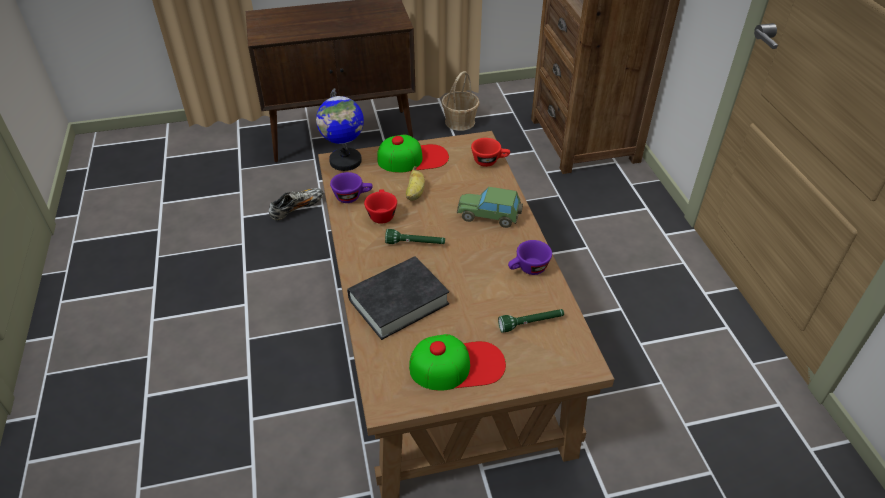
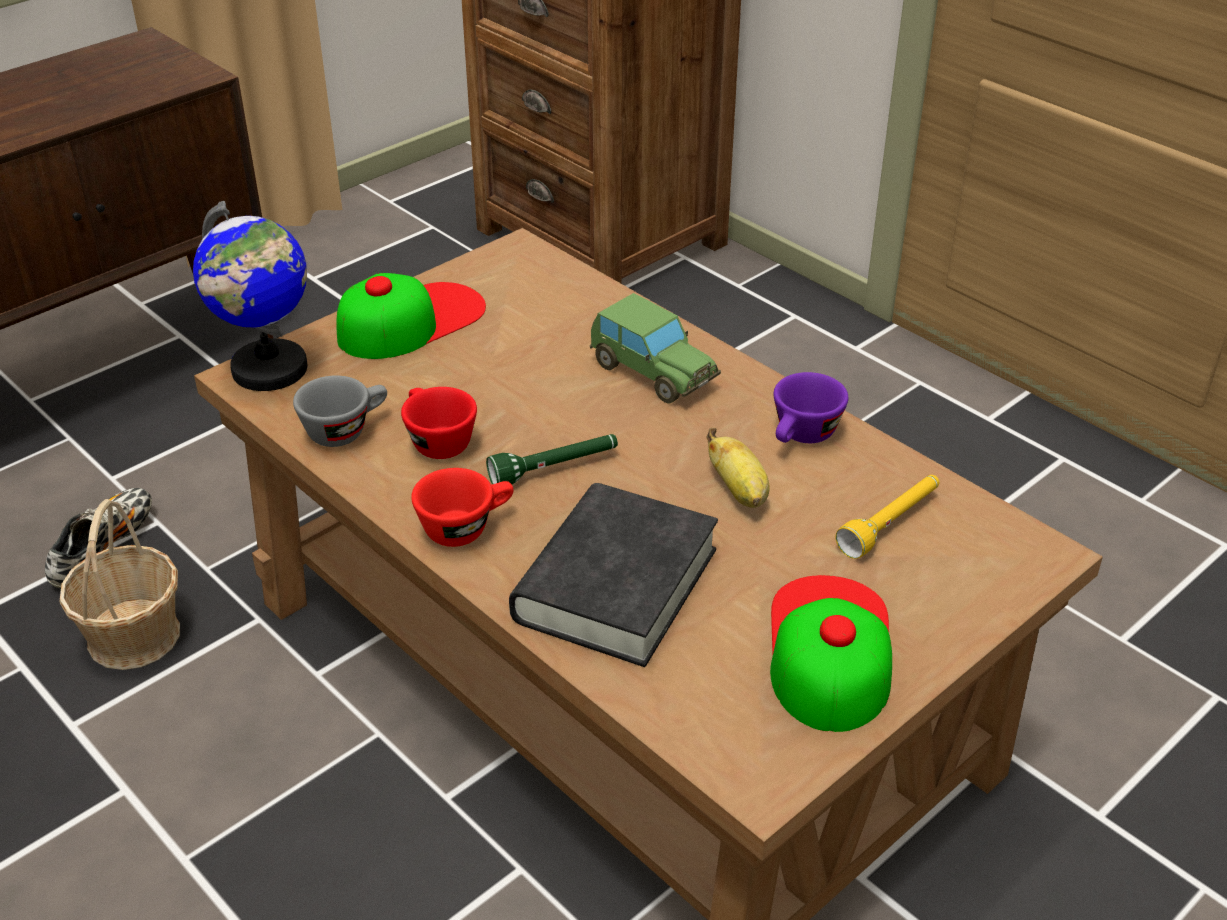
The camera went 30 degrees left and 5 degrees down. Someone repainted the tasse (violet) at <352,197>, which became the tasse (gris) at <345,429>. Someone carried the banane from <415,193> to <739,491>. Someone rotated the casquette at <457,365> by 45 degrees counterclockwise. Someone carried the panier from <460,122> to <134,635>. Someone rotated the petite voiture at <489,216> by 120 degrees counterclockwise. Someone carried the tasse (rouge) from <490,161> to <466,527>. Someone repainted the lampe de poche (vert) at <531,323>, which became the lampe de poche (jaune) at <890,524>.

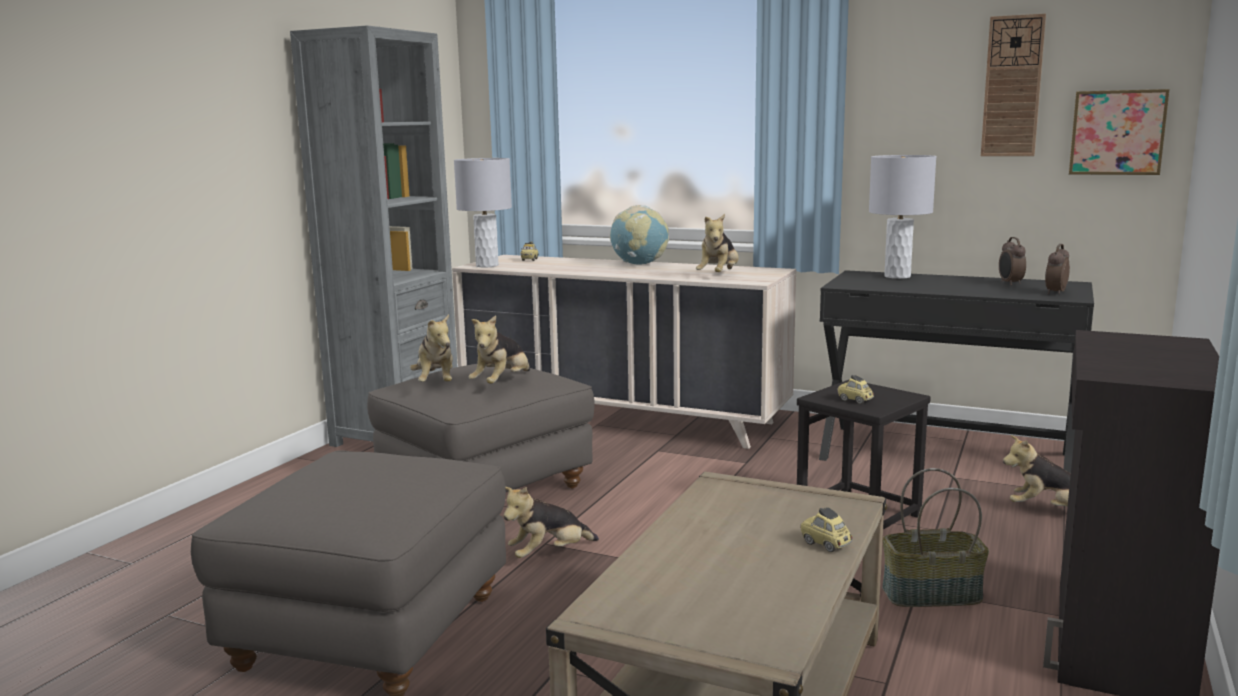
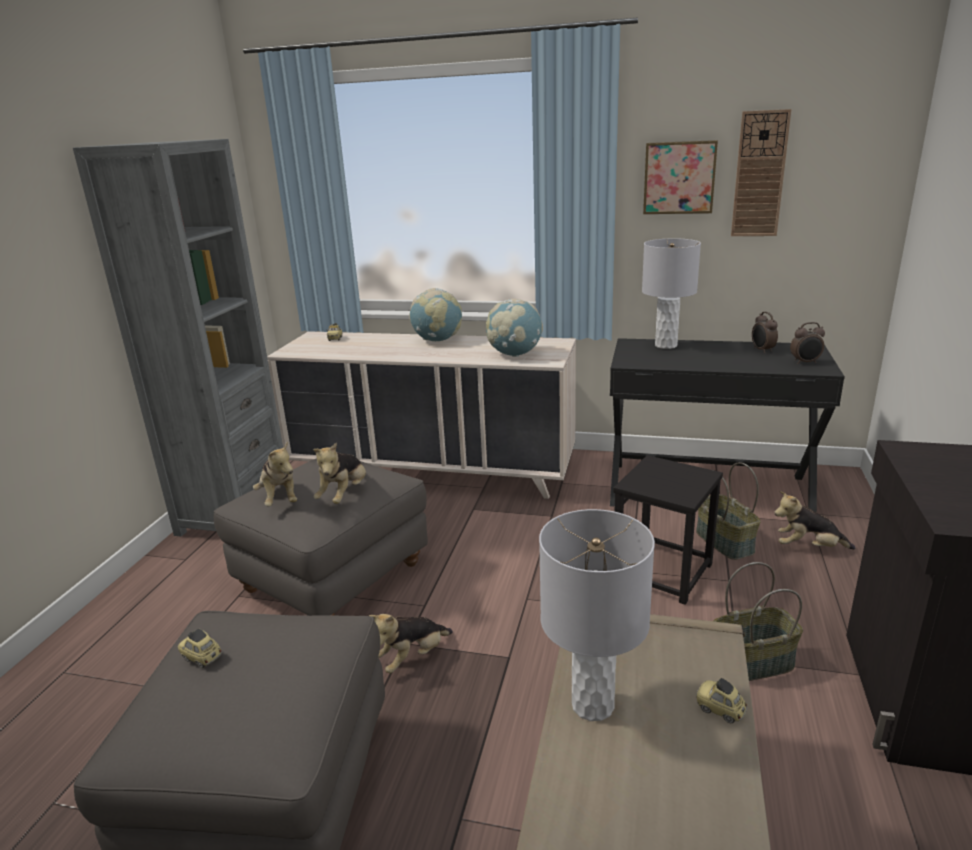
The camera went 10 degrees left and 10 degrees up. Someone carried the lampe de table (gris) from <487,265> to <593,704>. Someone swapped the peluche at <718,275> for the globe at <514,354>. Someone carried the petite voiture from <855,400> to <202,657>. Someone rotated the réveil at <1054,293> by 120 degrees counterclockwise. Someone carried the tableau from <1117,132> to <679,177>. Someone put down the panier at <725,542>.

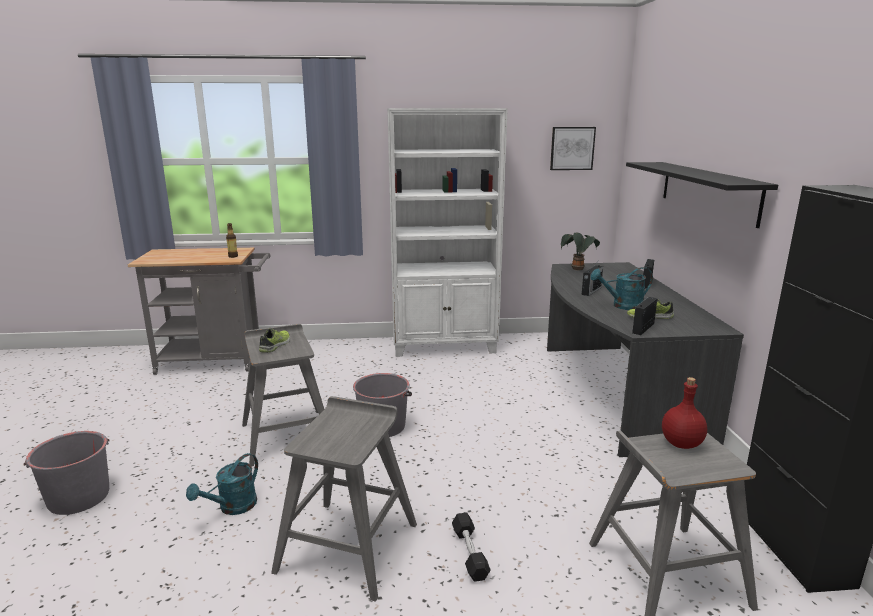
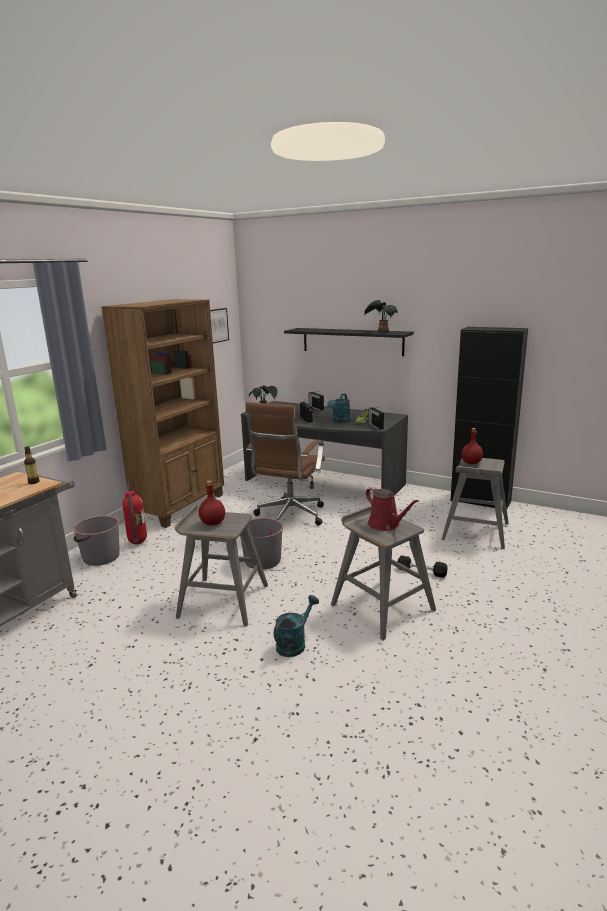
The camera went 55 degrees left and 0 degrees up. Someone carried the seau (gris) from <78,497> to <100,557>. Someone rotated the arrosoir (turquoise) at <232,507> by 120 degrees counterclockwise. Someone swapped the chaussure at <276,345> for the bouteille (rouge) at <213,523>. Someone repainted the bibliothèque (blanc) at <445,345>, which became the bibliothèque (marron) at <181,506>. Someone put down the extincteur at <137,543>. Someone put down the chaise de bureau (marron) at <289,517>. Someone put down the plante en pot at <382,332>. Someone put down the arrosoir (rouge) at <386,525>.

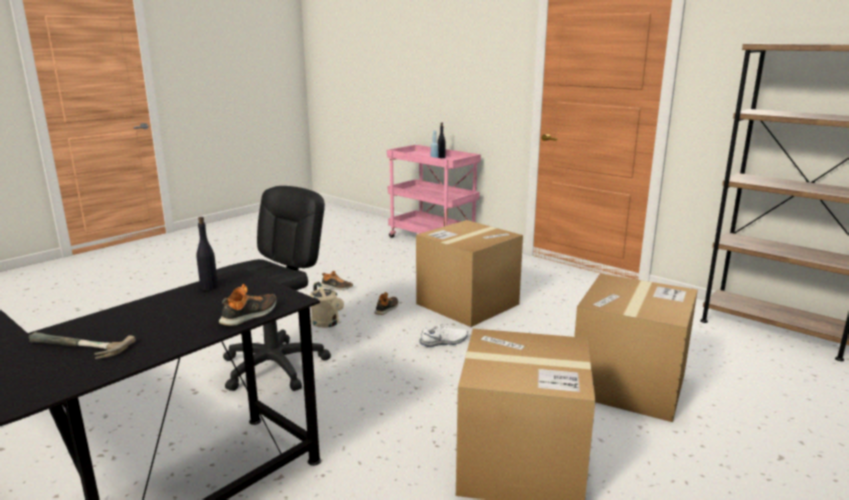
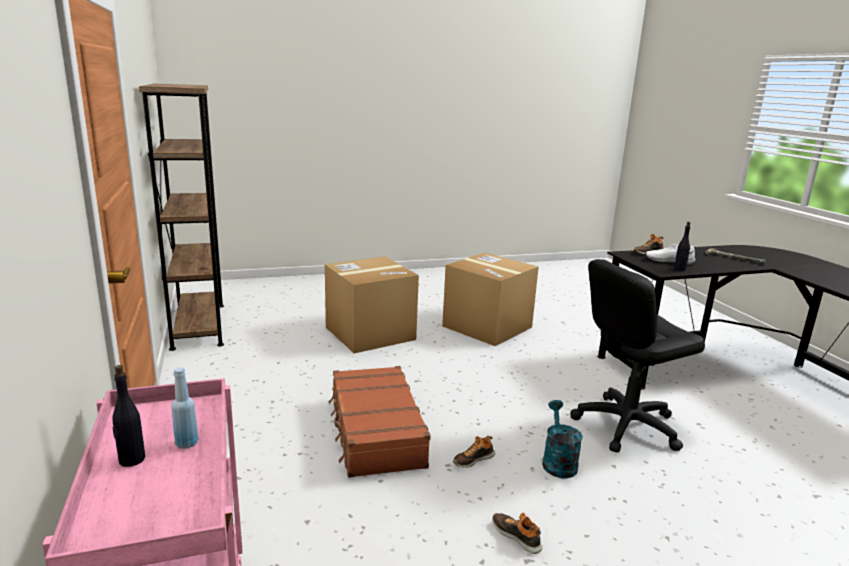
The camera went 150 degrees left and 0 degrees up. Someone repainted the arrosoir (beige) at <327,323>, which became the arrosoir (turquoise) at <558,461>. Someone swapped the carton at <467,304> for the valise (marron) at <375,432>. Someone carried the chaussure (blanc) from <444,342> to <668,261>.

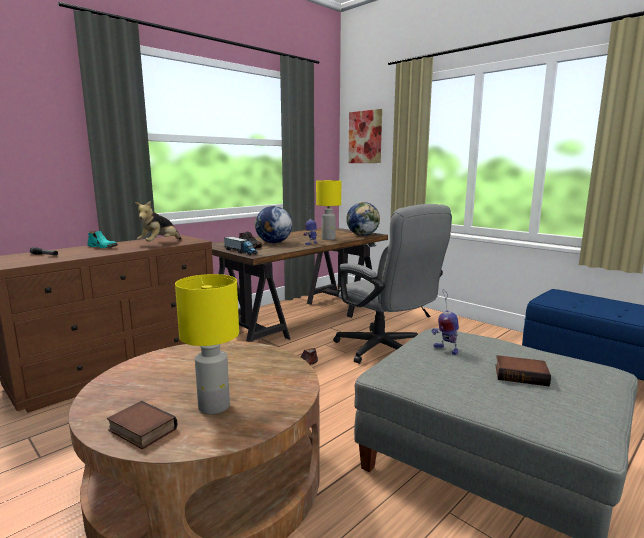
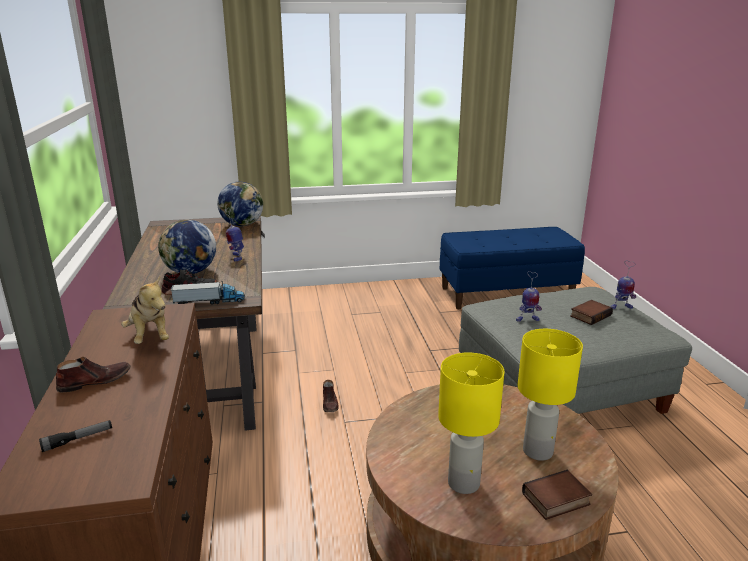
The camera went 55 degrees left and 10 degrees up. Someone repainted the chaussure (turquoise) at <103,247>, which became the chaussure (marron) at <95,381>. Someone carried the lampe de table (jaune) from <328,239> to <463,483>. Someone took away the chaise de bureau (gris) at <386,351>. Someone took away the tableau at <365,137>. Someone put down the robot jouet at <620,307>.

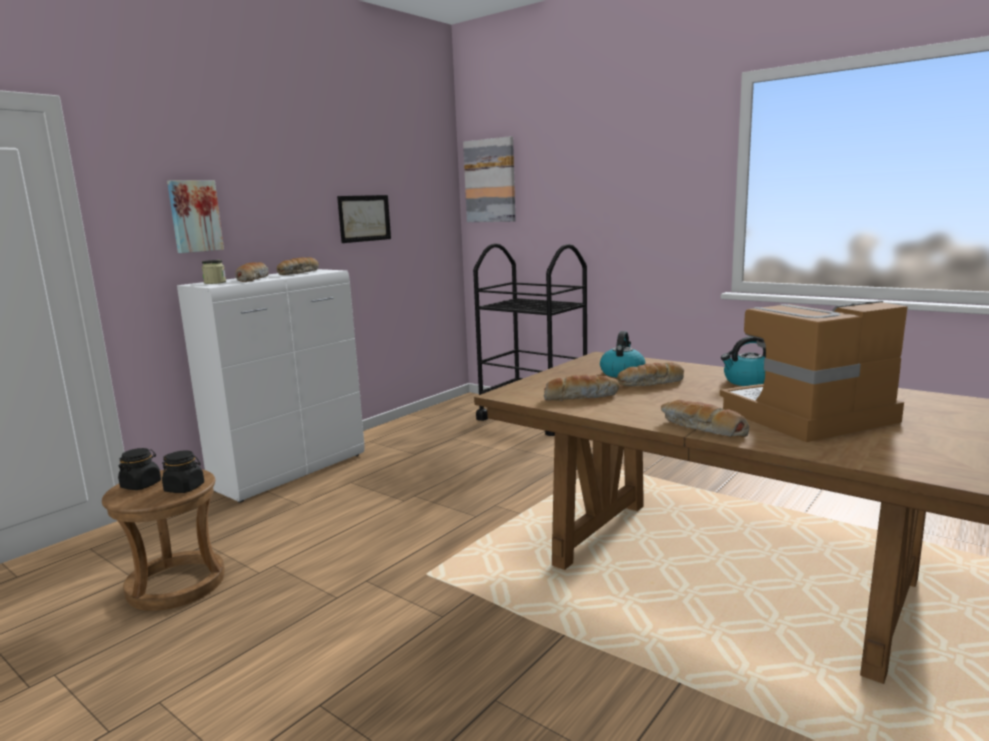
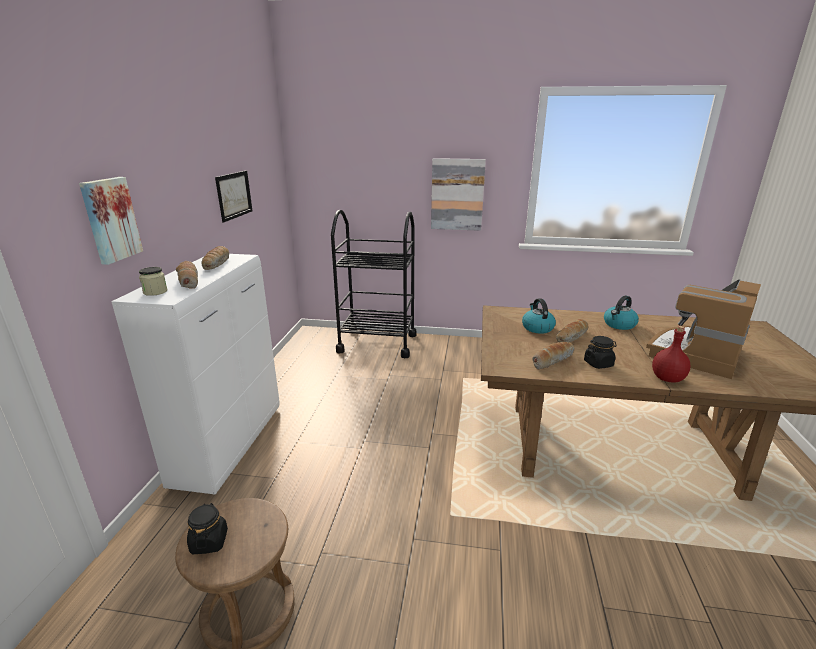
The camera went 30 degrees left and 10 degrees up. Someone carried the bocal (noir) from <185,488> to <598,363>. Someone carried the tableau from <490,181> to <457,194>. Someone swapped the pain at <701,428> for the bouteille (rouge) at <667,379>.

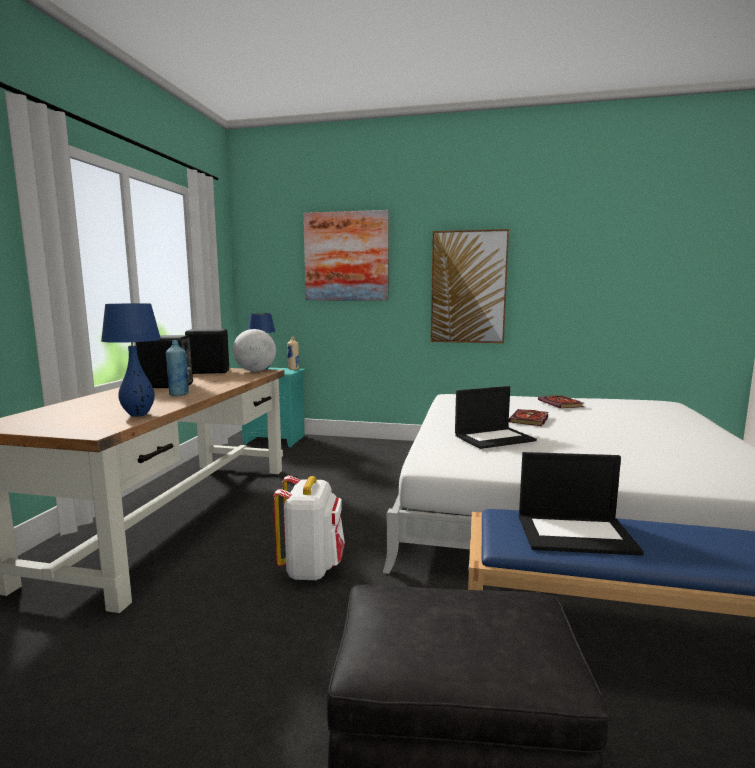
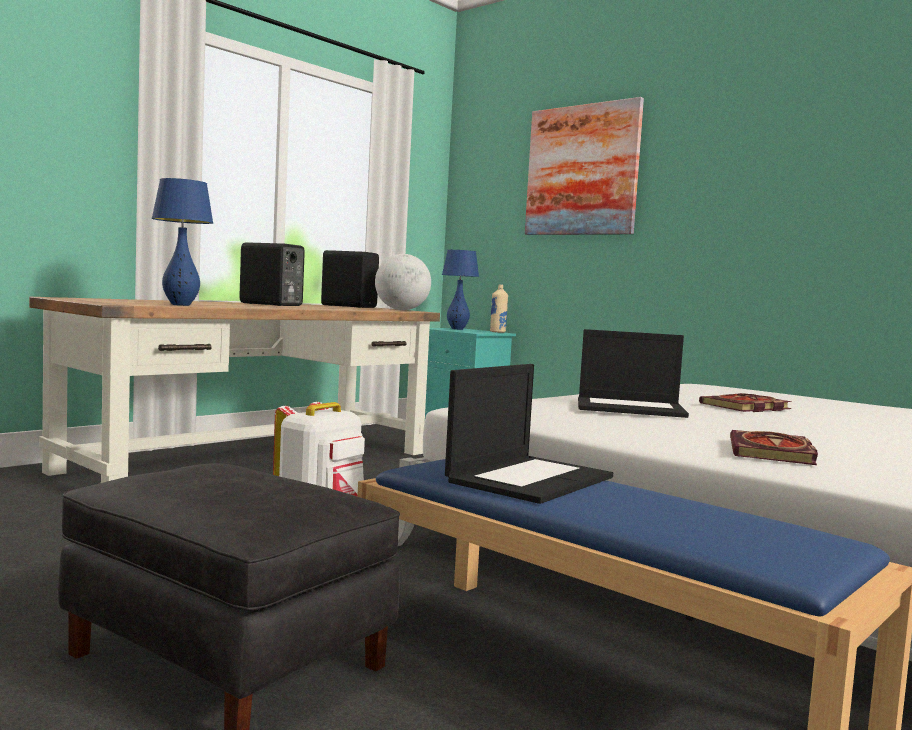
The camera went 30 degrees right and 5 degrees down. Someone took away the bouteille (bleu) at <179,394>. Someone took away the tableau at <468,287>. Someone rotated the ordinateur portable at <576,533> by 90 degrees counterclockwise. Someone carried the livre from <561,404> to <773,453>.

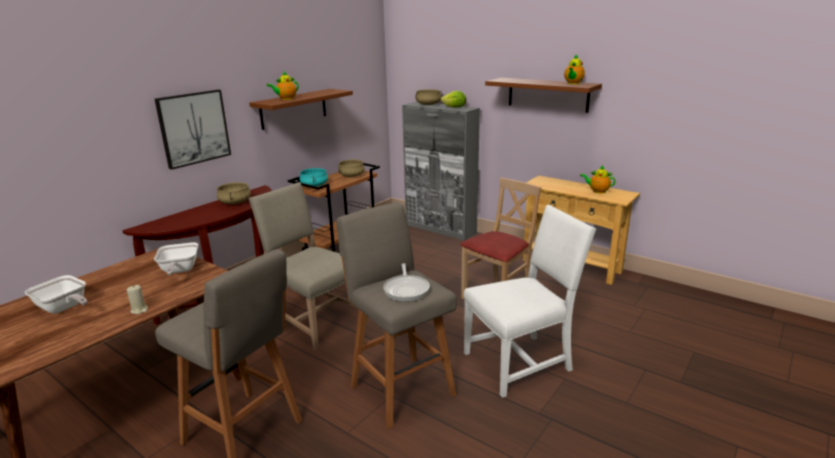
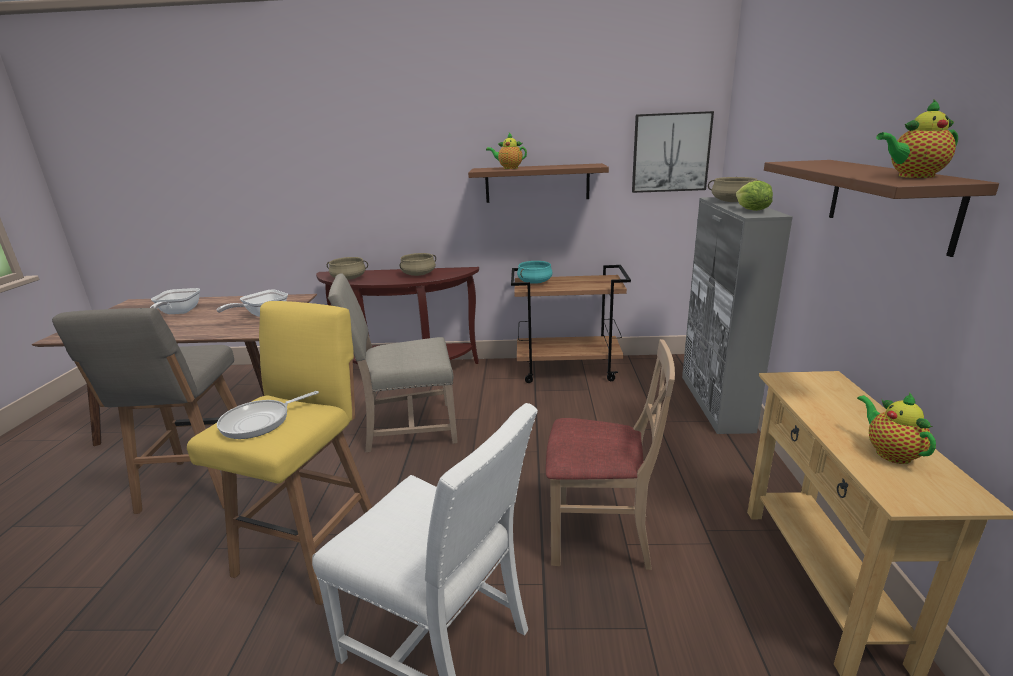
The camera went 55 degrees right and 0 degrees up. Someone took away the bougie (beige) at <139,310>. Someone carried the tableau from <194,128> to <670,152>. Someone rotated the chaise (beige) at <314,320> by 105 degrees counterclockwise. Someone repainted the tabouret (gris) at <400,388>, which became the tabouret (jaune) at <312,548>. Someone carried the marmite (beige) from <351,175> to <349,278>.

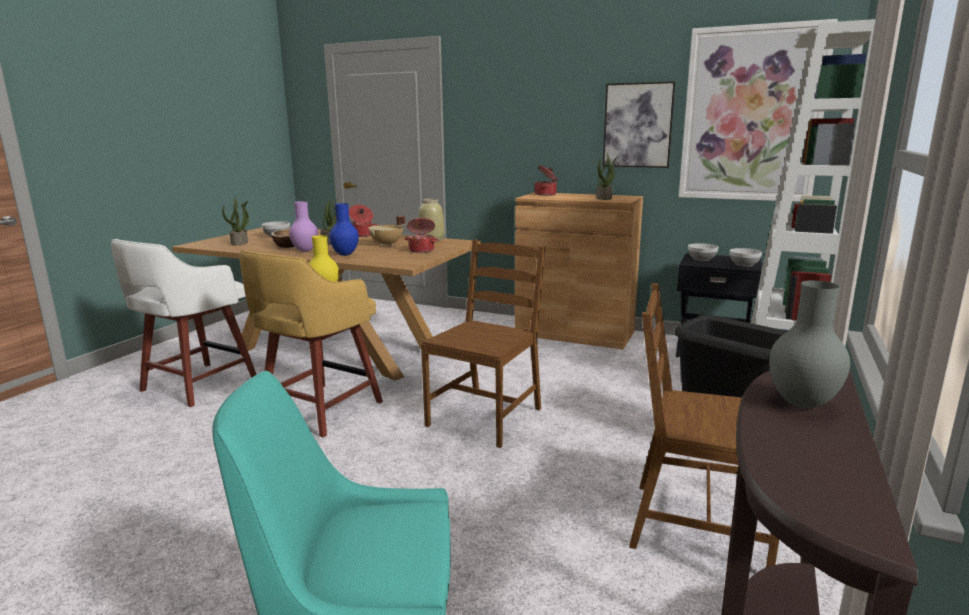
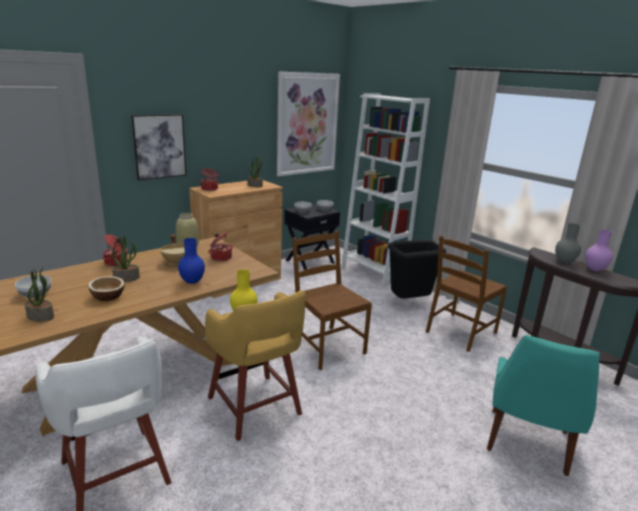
The camera went 65 degrees left and 5 degrees up. Someone carried the vase (violet) from <305,251> to <594,270>. Someone carried the tableau from <637,125> to <159,146>.

